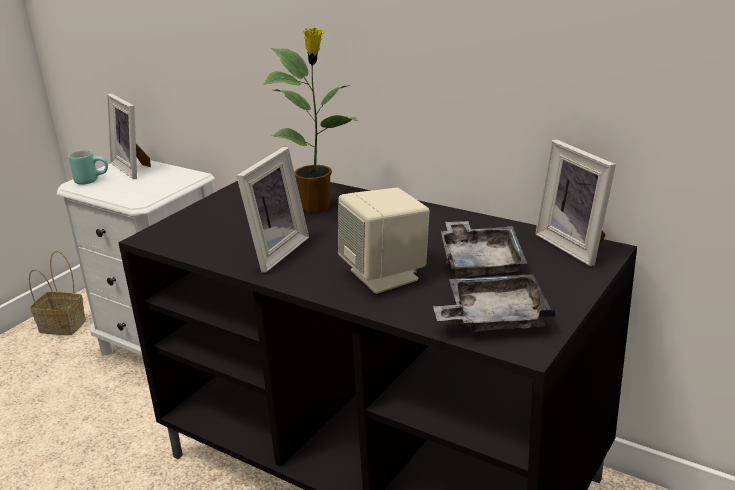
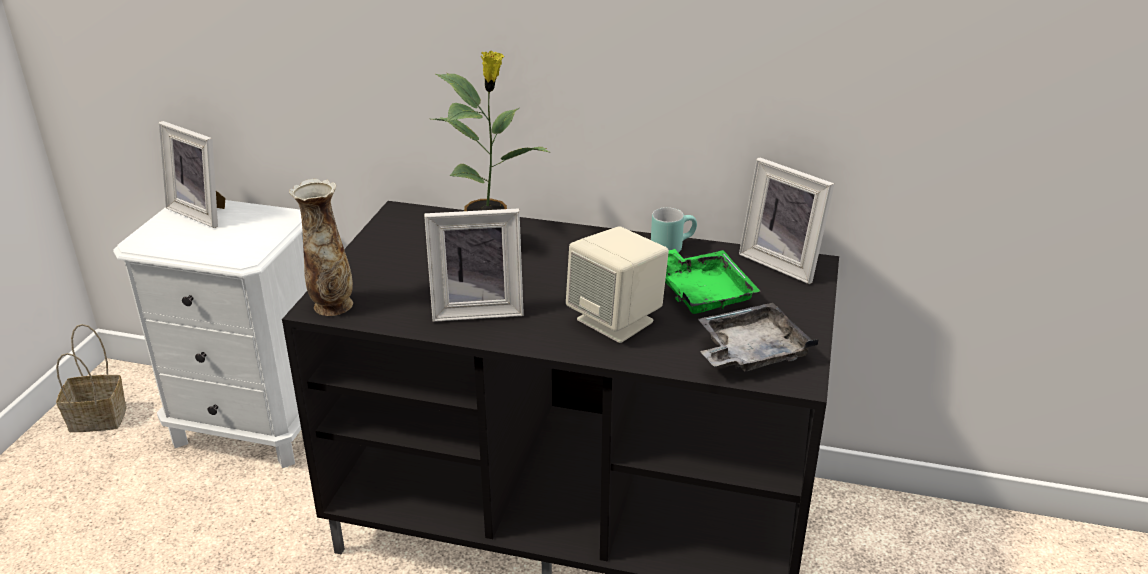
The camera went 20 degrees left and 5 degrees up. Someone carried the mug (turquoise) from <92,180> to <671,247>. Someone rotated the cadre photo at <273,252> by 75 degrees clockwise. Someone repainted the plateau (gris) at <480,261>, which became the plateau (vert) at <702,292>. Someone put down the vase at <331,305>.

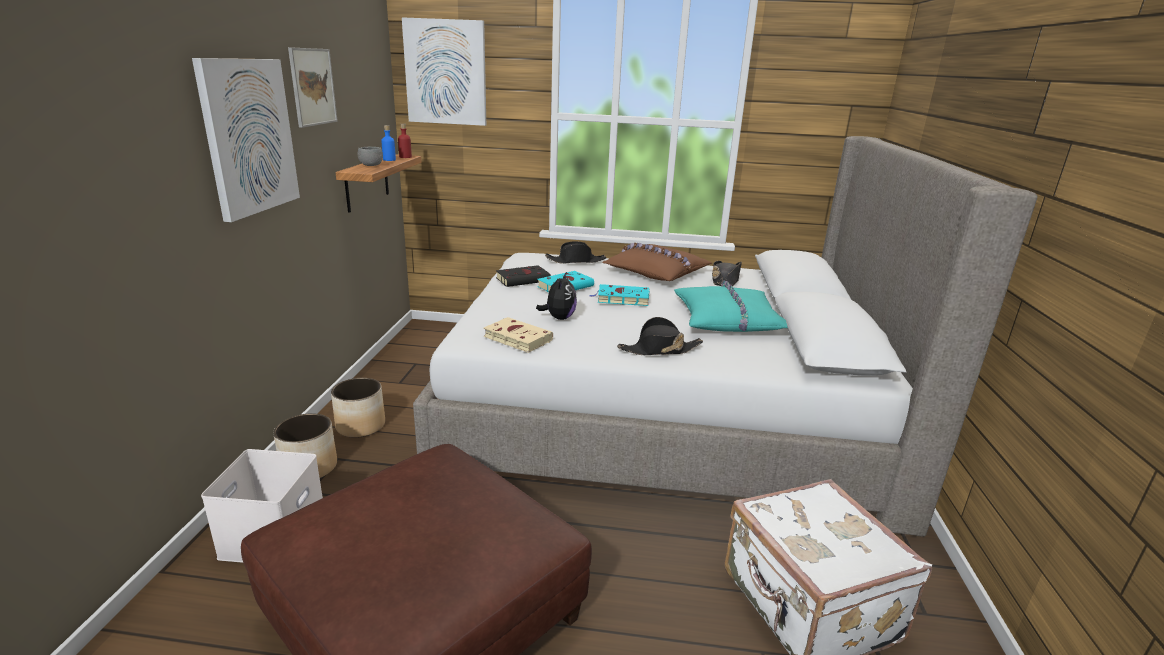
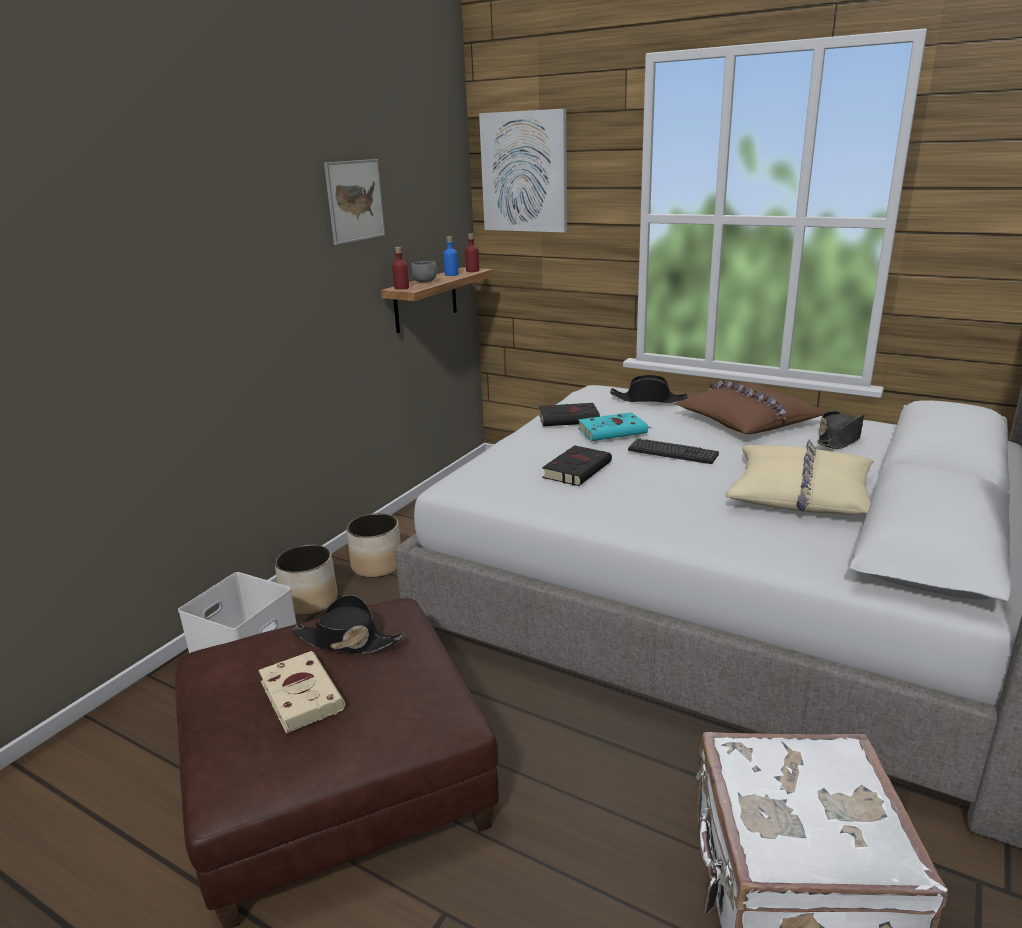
The camera went 25 degrees right and 0 degrees up. Someone took away the tableau at <249,136>. Someone carried the livre (beige) from <516,338> to <300,694>. Someone swapped the peluche at <559,318> for the livre (noir) at <578,469>. Someone swapped the livre (turquoise) at <621,299> for the clavier at <672,452>. Someone carried the chapeau (noir) from <659,350> to <347,641>. Someone repainted the coussin (turquoise) at <728,320>, which became the coussin (beige) at <800,494>. Someone put down the bouteille (rouge) at <401,288>.

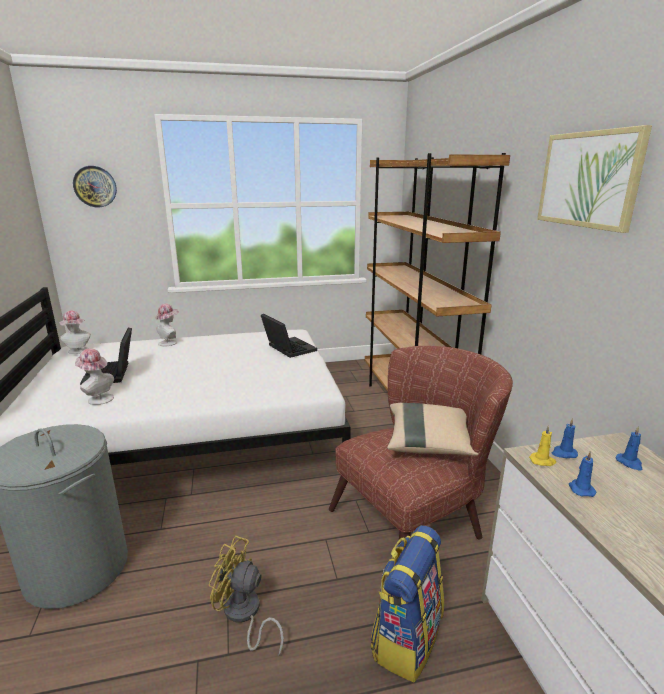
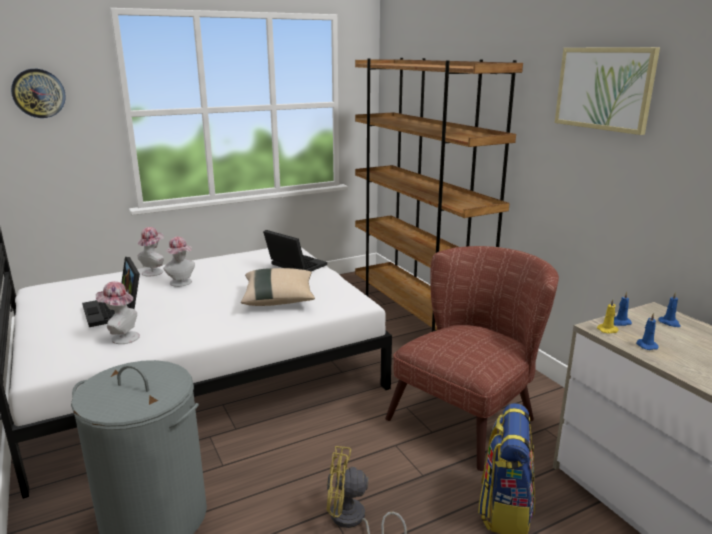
The camera went 15 degrees left and 0 degrees up. Someone carried the chapeau from <78,351> to <182,283>. Someone carried the coussin (beige) from <428,443> to <279,300>.

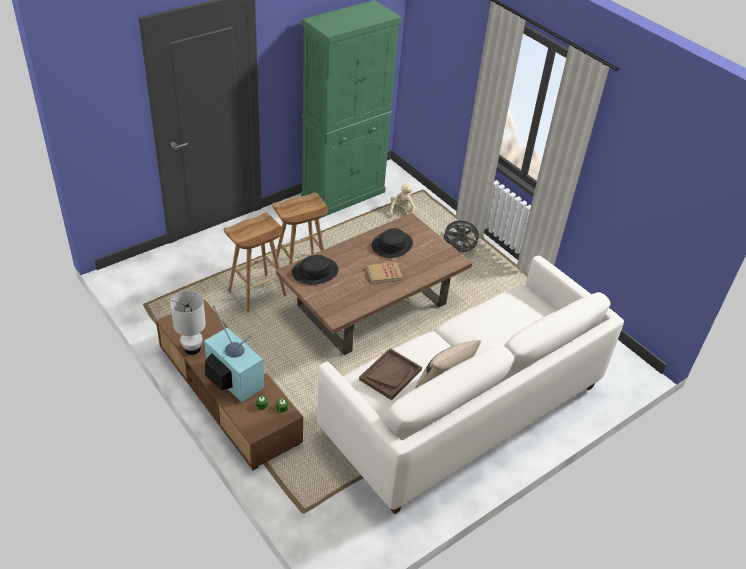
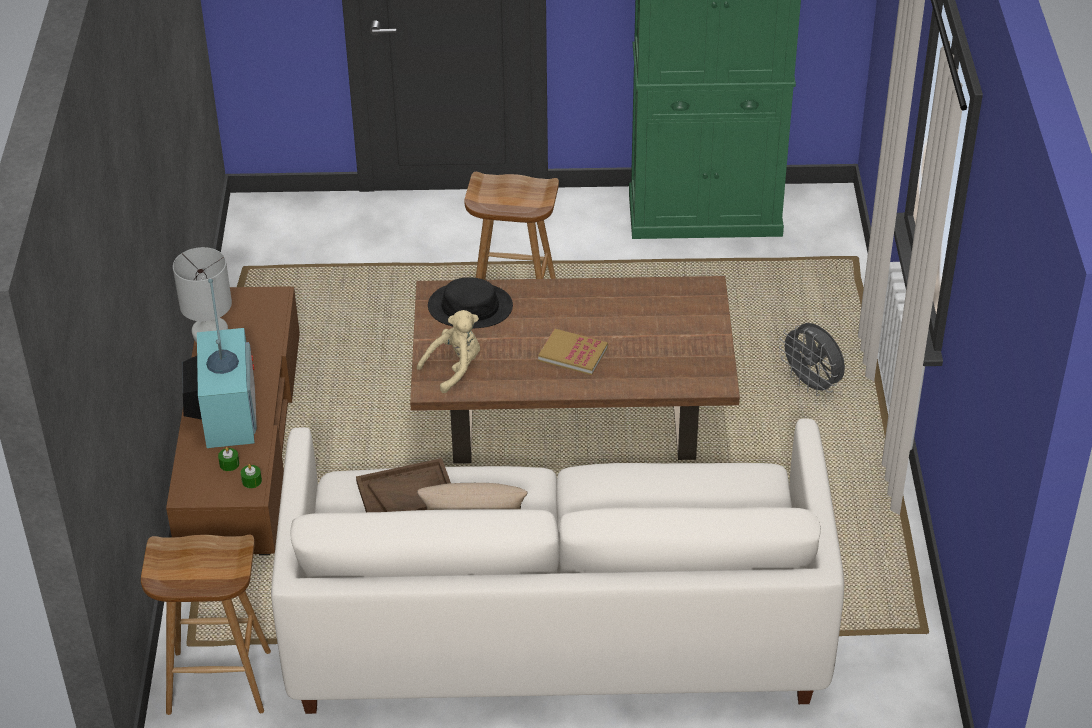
The camera went 40 degrees right and 0 degrees up. Someone carried the tabouret (marron) from <256,294> to <217,683>. Someone took away the chapeau (noir) at <392,245>. Someone carried the peluche (beige) from <402,212> to <455,368>.

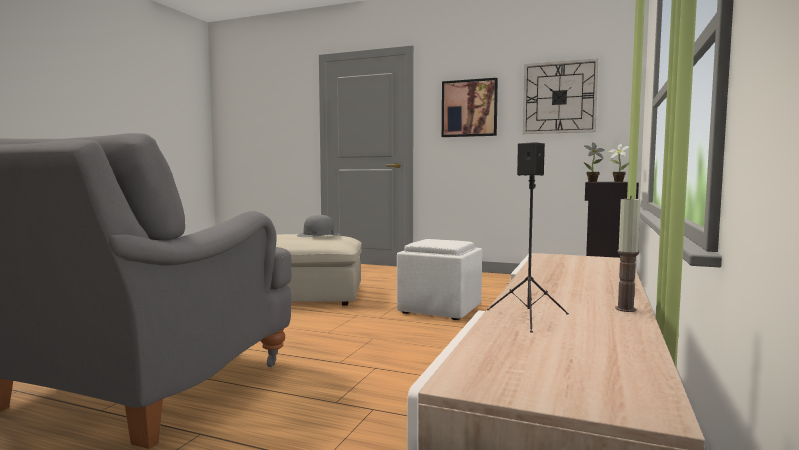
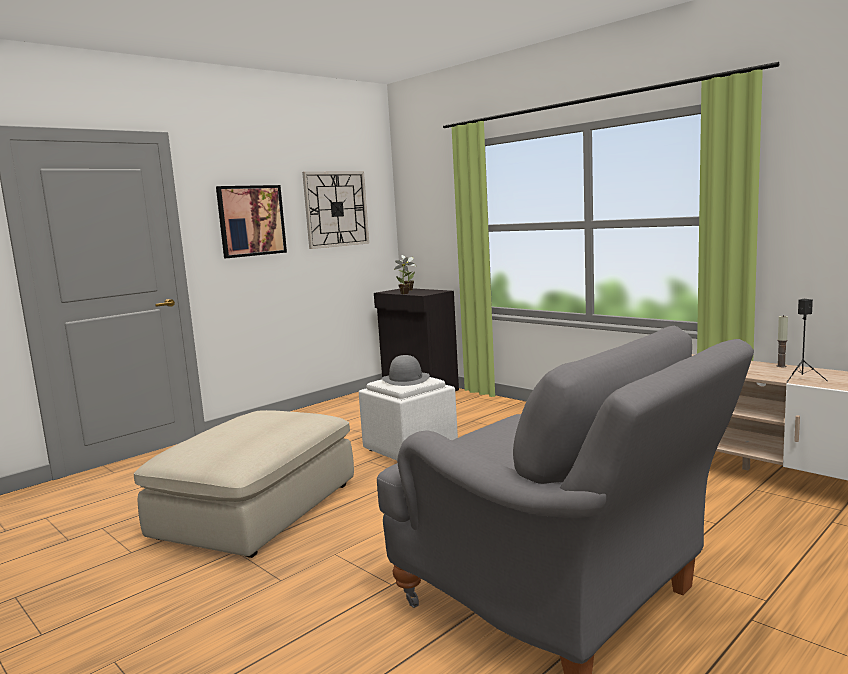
The camera went 65 degrees left and 5 degrees up. Someone carried the chapeau (gris) from <318,235> to <406,379>.

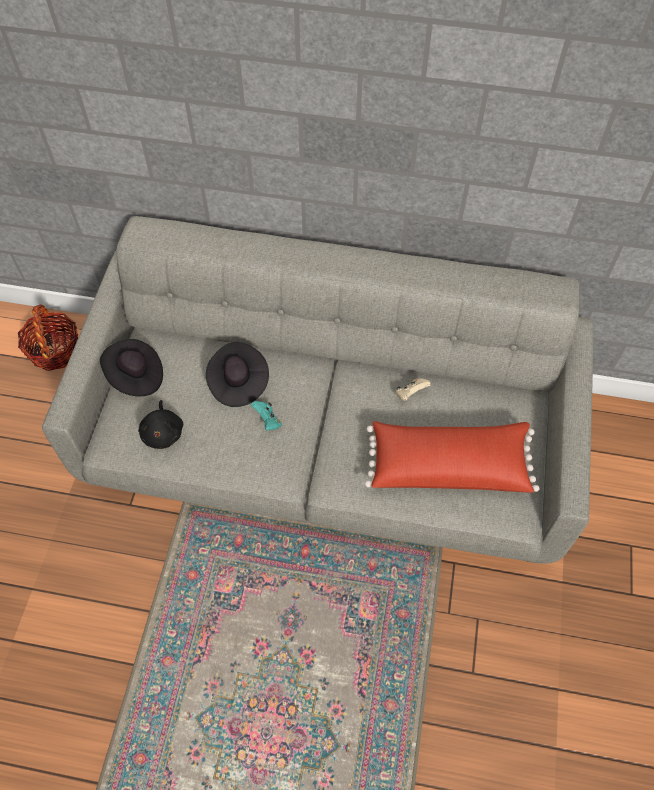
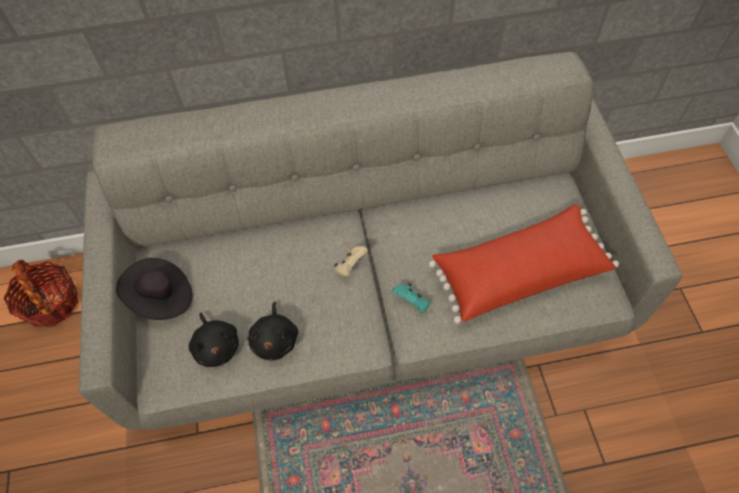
The camera went 20 degrees left and 0 degrees up. Someone took away the chapeau (noir) at <238,383>. Someone carried the manette (turquoise) from <268,420> to <412,302>. Someone carried the manette (beige) from <410,394> to <350,266>. Someone put down the peluche (noir) at <275,339>.

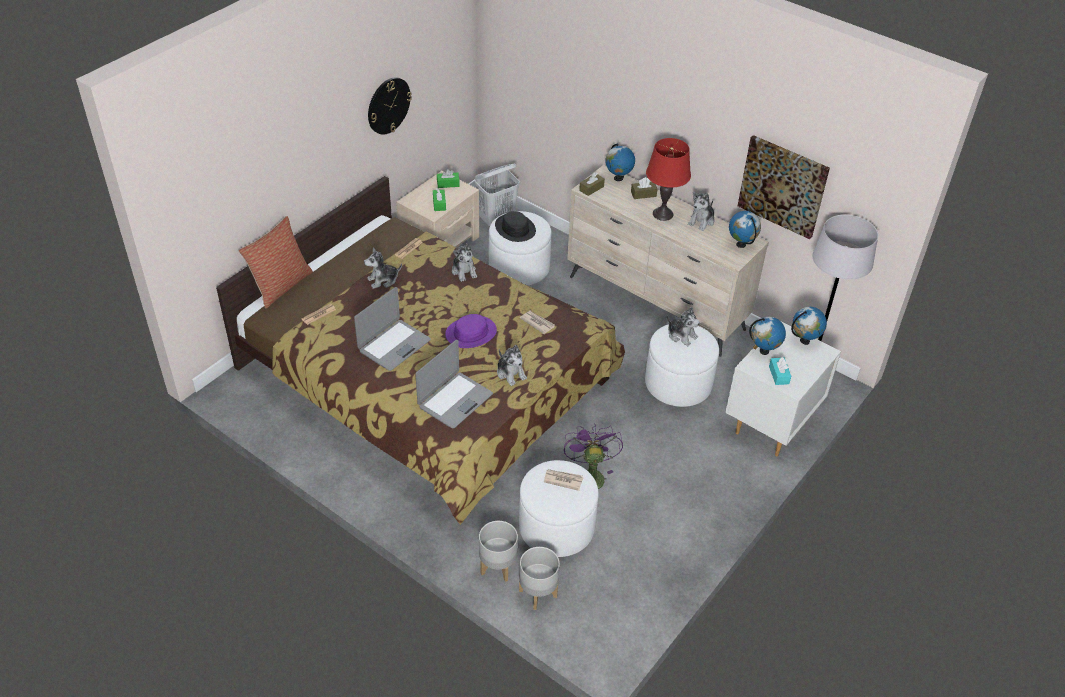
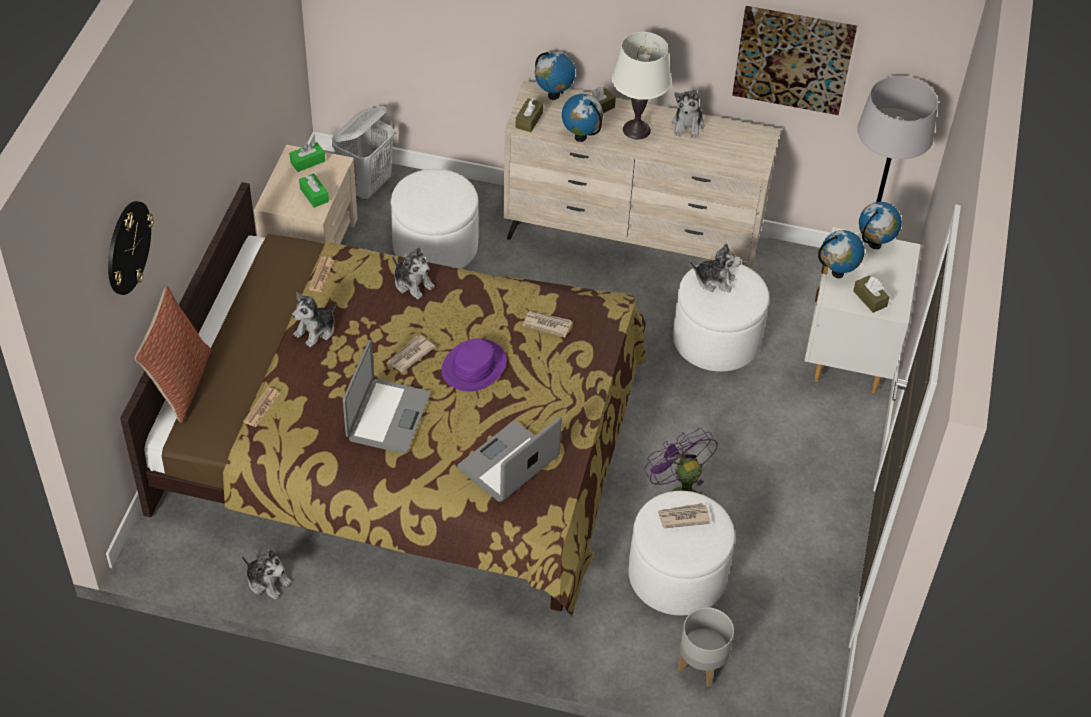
The camera went 25 degrees left and 5 degrees up. Someone carried the horloge murale from <388,105> to <128,247>. Someone rotated the ordinateur portable at <455,400> by 150 degrees counterclockwise. Someone took away the cache-pot (gris) at <498,567>. Someone took away the chapeau (noir) at <515,228>. Someone carried the peluche from <511,373> to <267,581>. Someone repainted the lampe de table (rouge) at <663,214>, which became the lampe de table (blanc) at <636,129>. Someone carried the globe from <741,244> to <581,137>. Someone repainted the boîte à mouchoirs (turquoise) at <779,375>, which became the boîte à mouchoirs (marron) at <870,298>. Someone put down the journal at <409,355>.

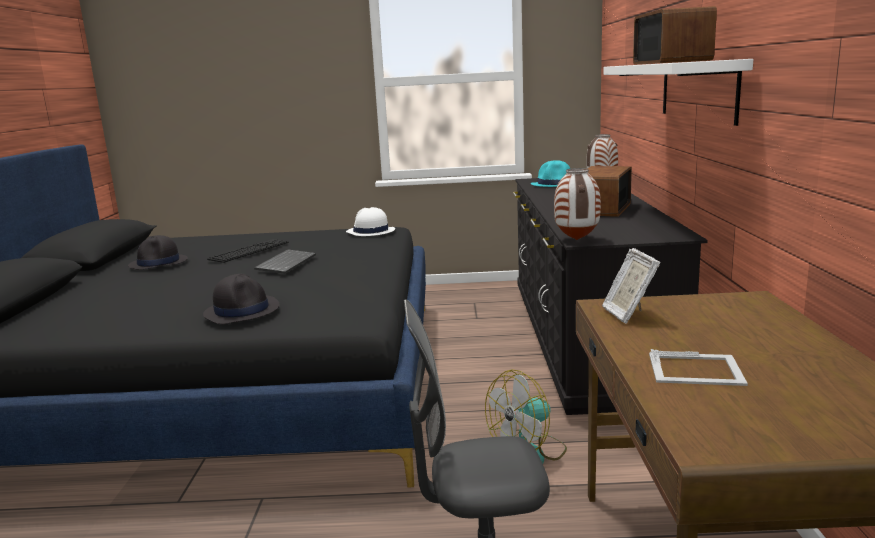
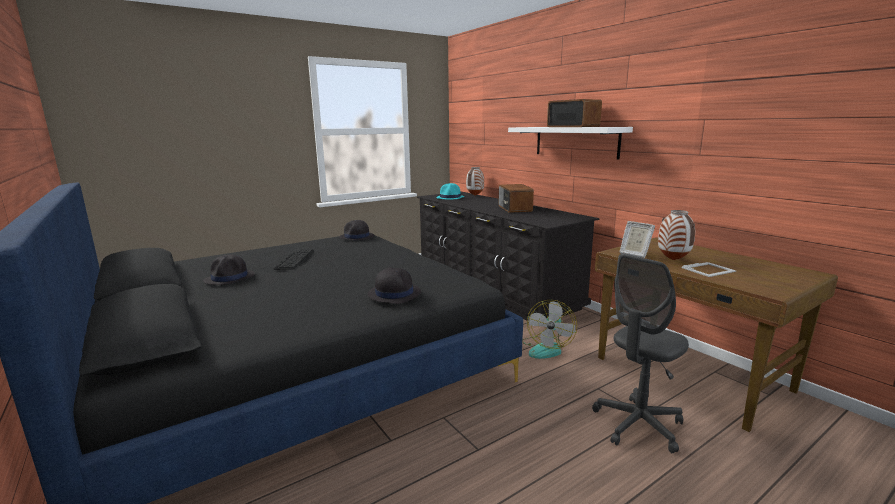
The camera went 35 degrees left and 0 degrees up. Someone took away the clavier at <285,263>. Someone repainted the chapeau (blanc) at <370,232>, which became the chapeau (noir) at <356,237>. Someone carried the vase from <577,240> to <673,260>.

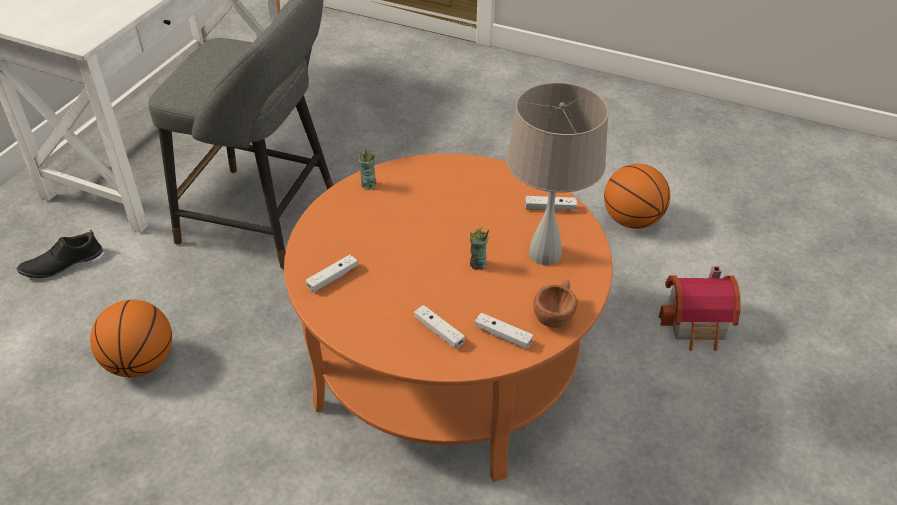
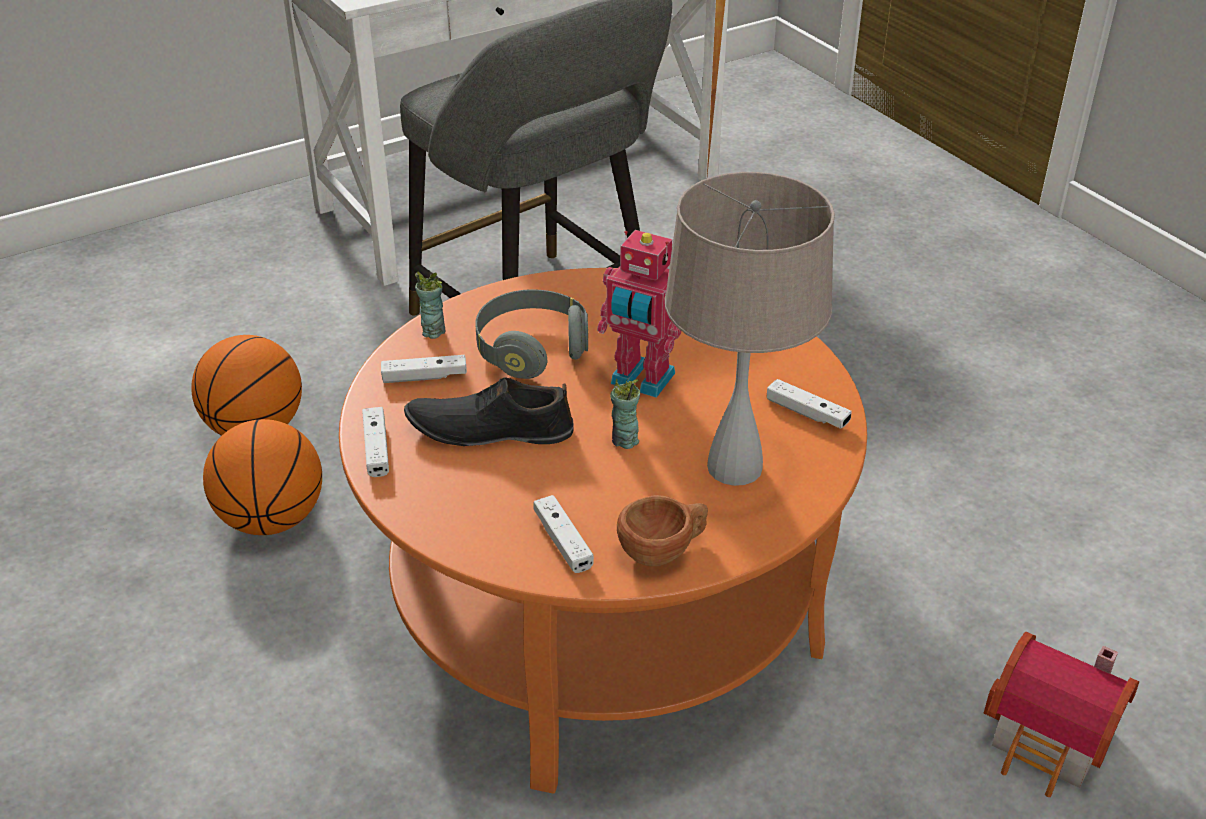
The camera went 35 degrees right and 5 degrees down. Someone carried the chaussure (noir) from <62,263> to <489,429>. Someone carried the tasse from <368,185> to <433,331>. Someone carried the manette (blanc) from <439,331> to <376,449>. Someone carried the ballon de basket from <632,220> to <272,519>. Someone put down the casque audio (gris) at <531,350>. Someone put down the robot jouet at <641,381>.

